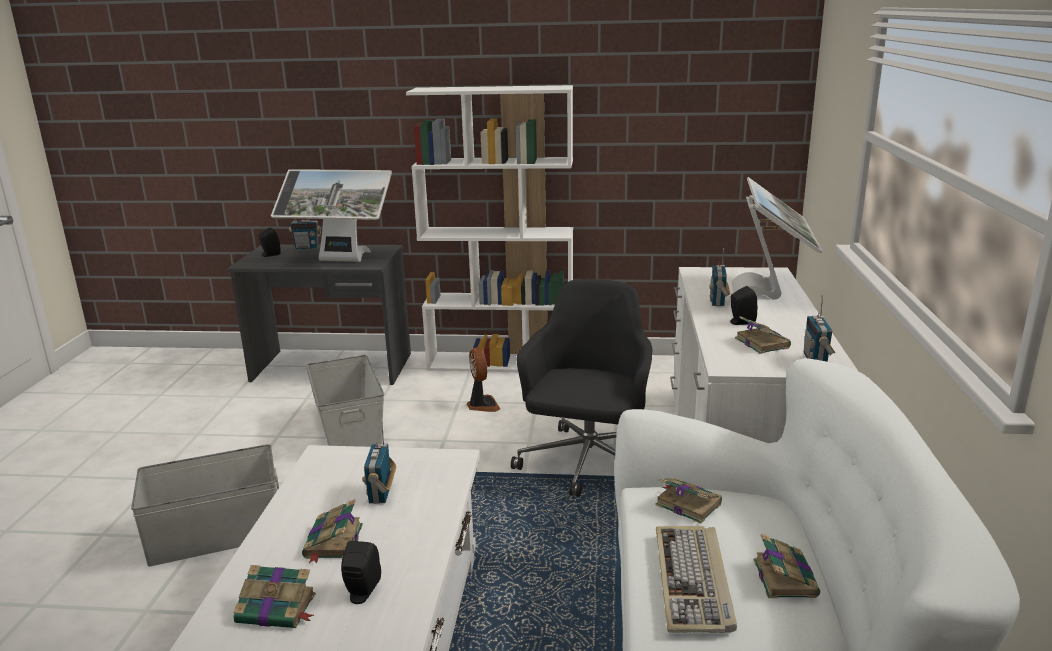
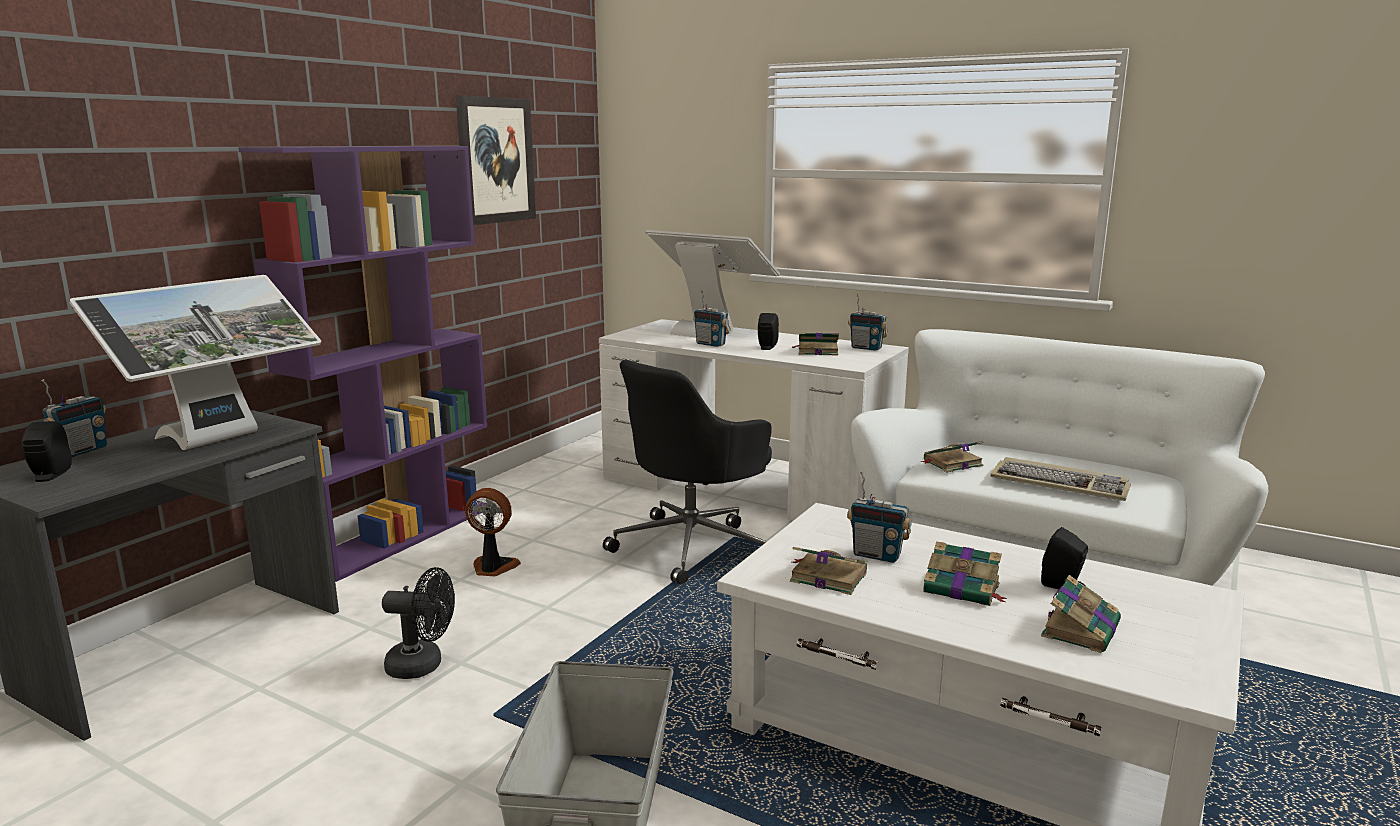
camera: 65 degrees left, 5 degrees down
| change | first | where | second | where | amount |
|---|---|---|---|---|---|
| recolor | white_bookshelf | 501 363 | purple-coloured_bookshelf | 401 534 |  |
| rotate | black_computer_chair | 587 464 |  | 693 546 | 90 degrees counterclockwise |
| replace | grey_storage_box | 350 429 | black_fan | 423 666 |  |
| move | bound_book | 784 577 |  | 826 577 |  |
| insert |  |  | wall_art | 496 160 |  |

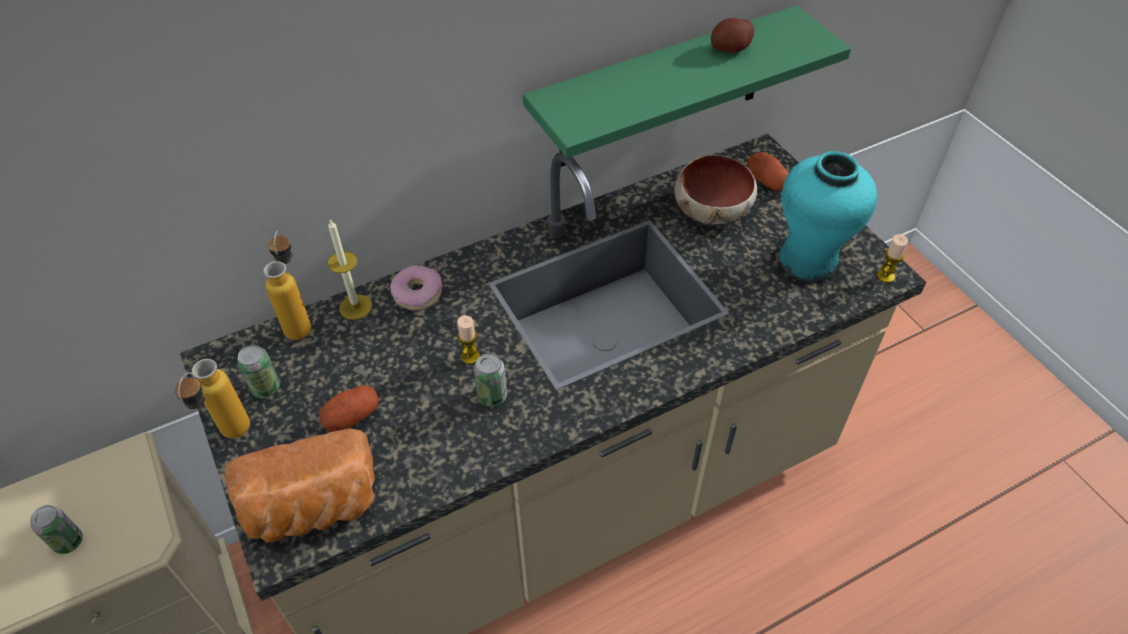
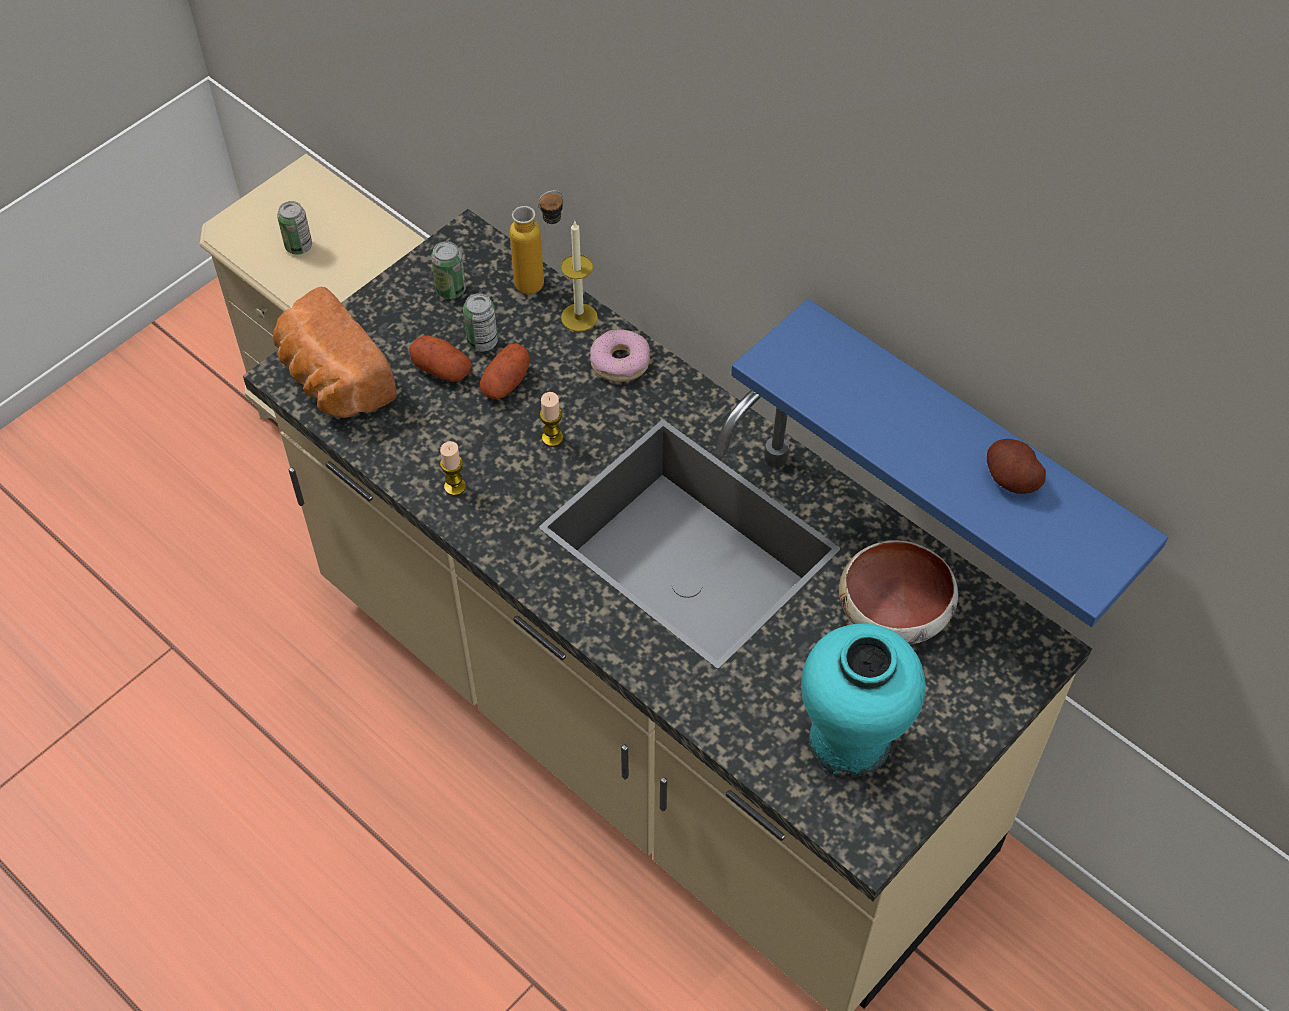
camera: 70 degrees right, 5 degrees up
| change | first | where | second | where | amount |
|---|---|---|---|---|---|
| recolor | green-coloured_wall_shelf | 662 90 | blue_wall_shelf | 968 453 |  |
| move | whole_potato | 767 181 |  | 506 382 |  |
| move | wax_light | 885 276 |  | 455 486 |  |
| move | sealed_can | 492 396 |  | 482 342 |  |
| delete | bottle | 230 437 |  |  |  |

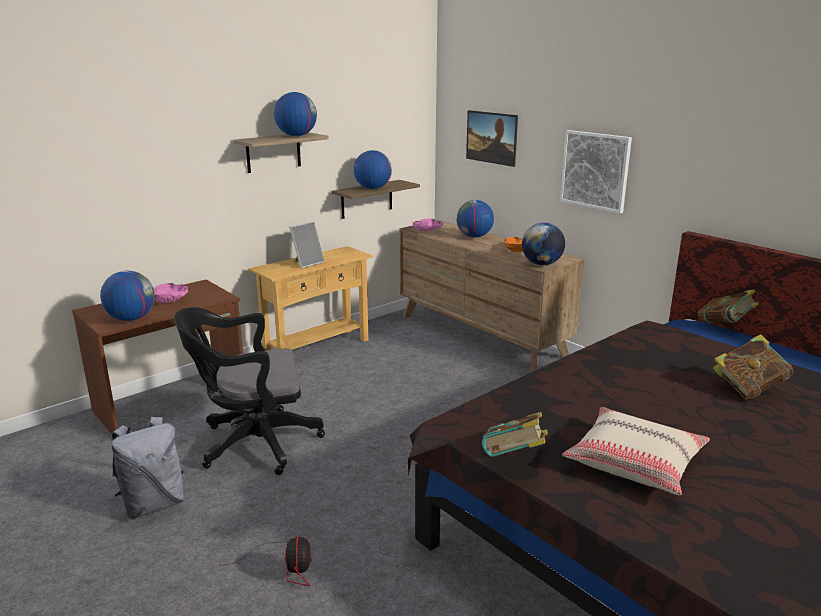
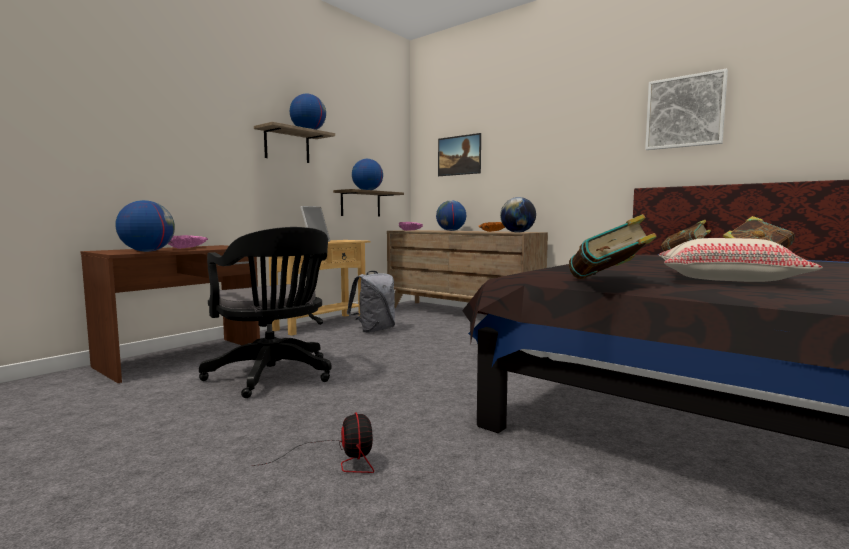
camera: 10 degrees left, 15 degrees down
| change | first | where | second | where | amount |
|---|---|---|---|---|---|
| move | wall_art | 595 170 |  | 684 112 |  |
| rotate | black_computer_chair | 253 443 |  | 274 376 | 105 degrees counterclockwise |
| move | grey_backpack | 154 504 |  | 374 330 |  |

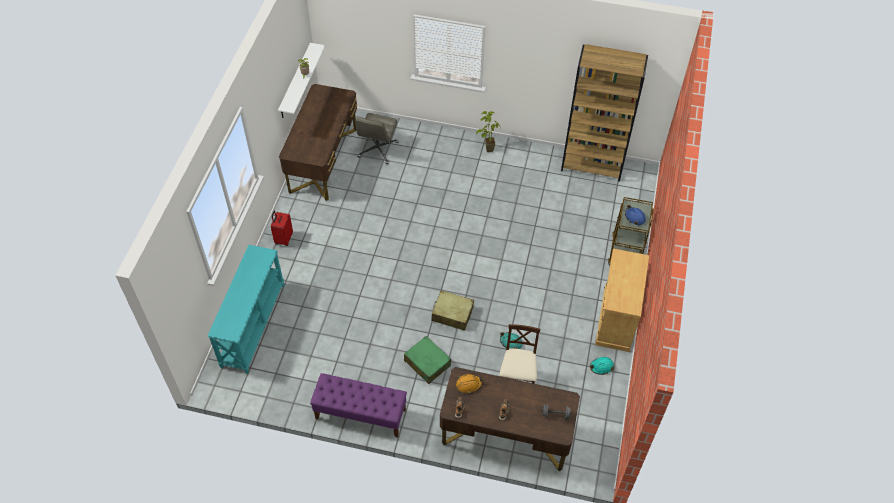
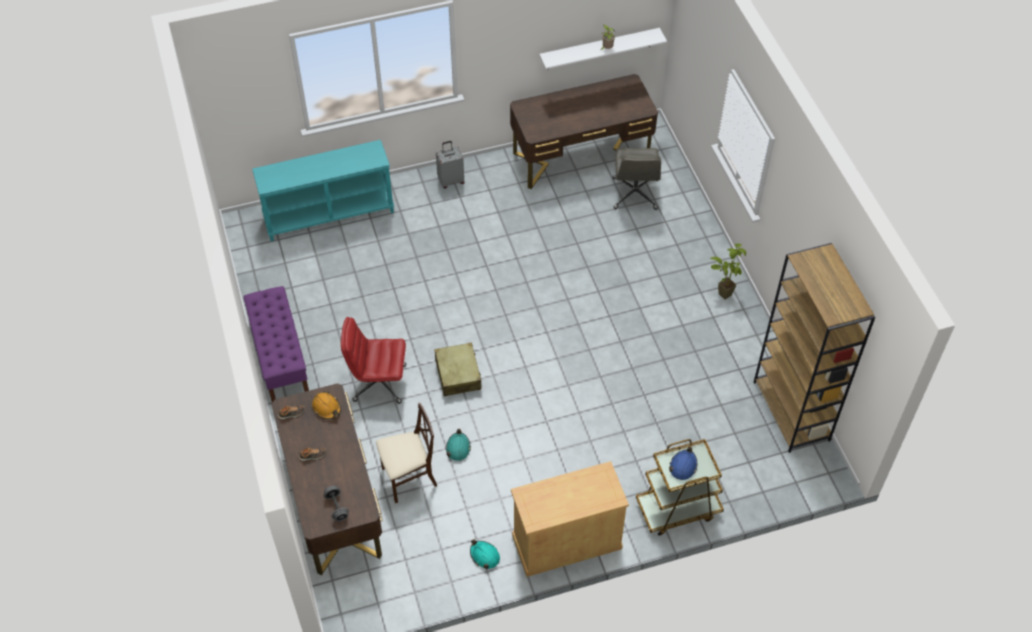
camera: 60 degrees right, 0 degrees up
| change | first | where | second | where | amount |
|---|---|---|---|---|---|
| rotate | grey_computer_chair | 378 150 |  | 635 194 | 75 degrees counterclockwise |
| recolor | red-coloured_piece_of_luggage | 283 239 | grey_piece_of_luggage | 451 180 |  |
| replace | green-coloured_piece_of_luggage | 427 363 | red-coloured_computer_chair | 378 383 |  |

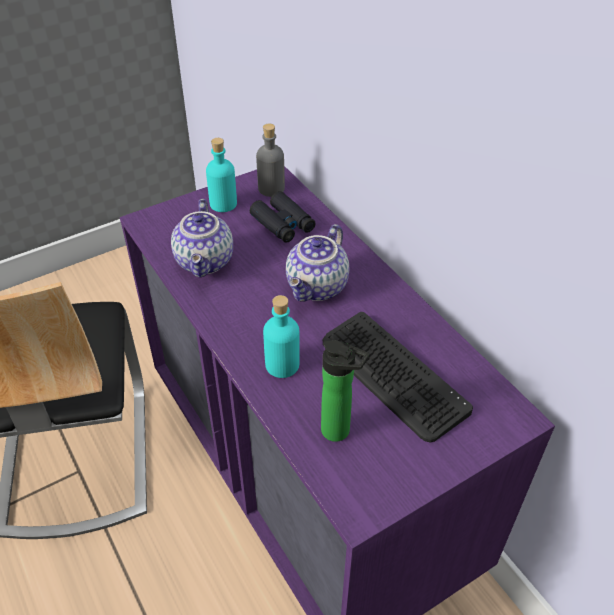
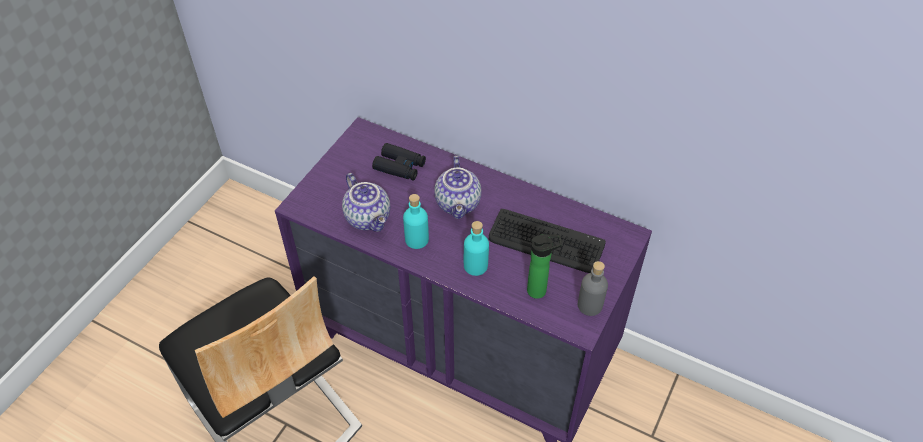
camera: 30 degrees left, 5 degrees up
| change | first | where | second | where | amount |
|---|---|---|---|---|---|
| move | grey_bottle | 271 189 |  | 590 305 |  |
| move | turquoise-coloured_bottle | 223 204 |  | 416 239 |  |

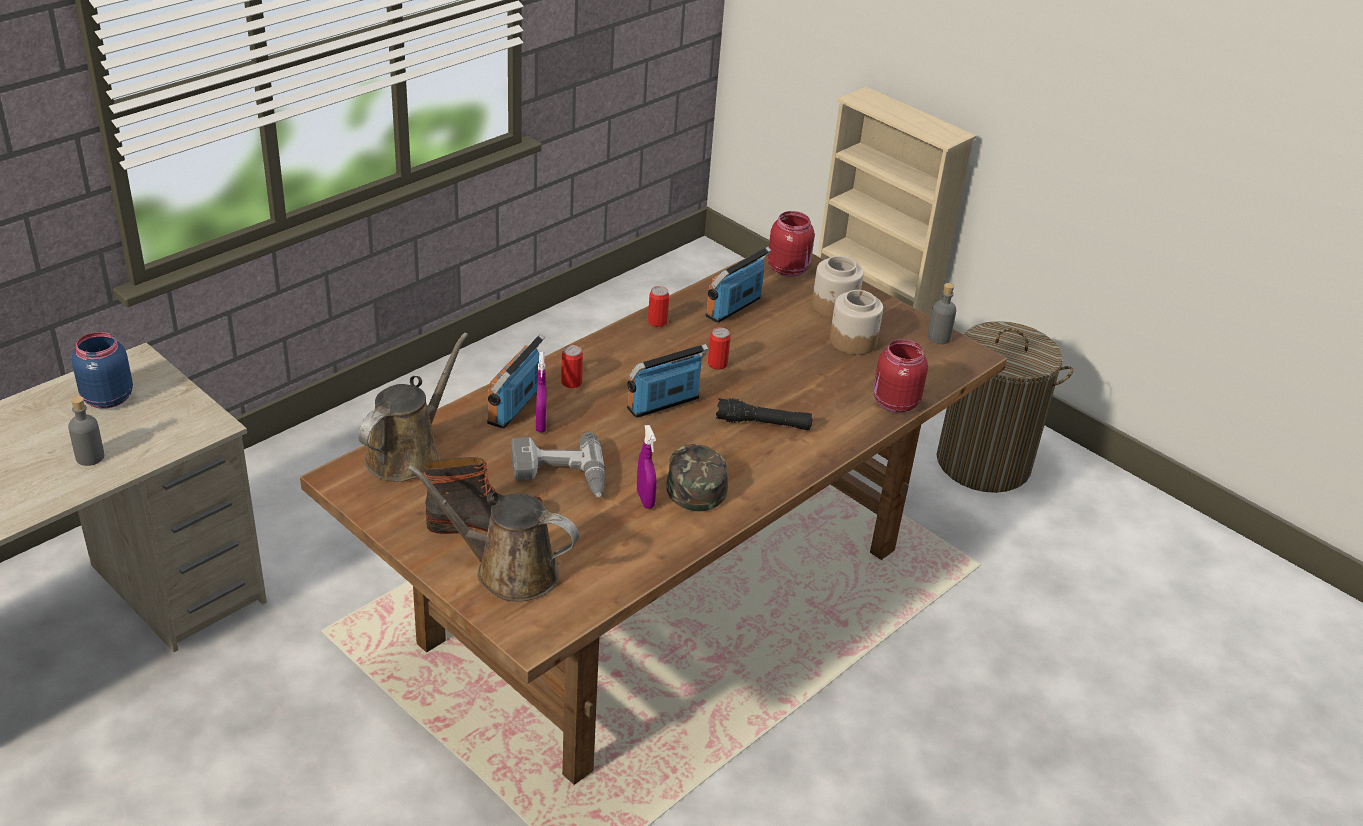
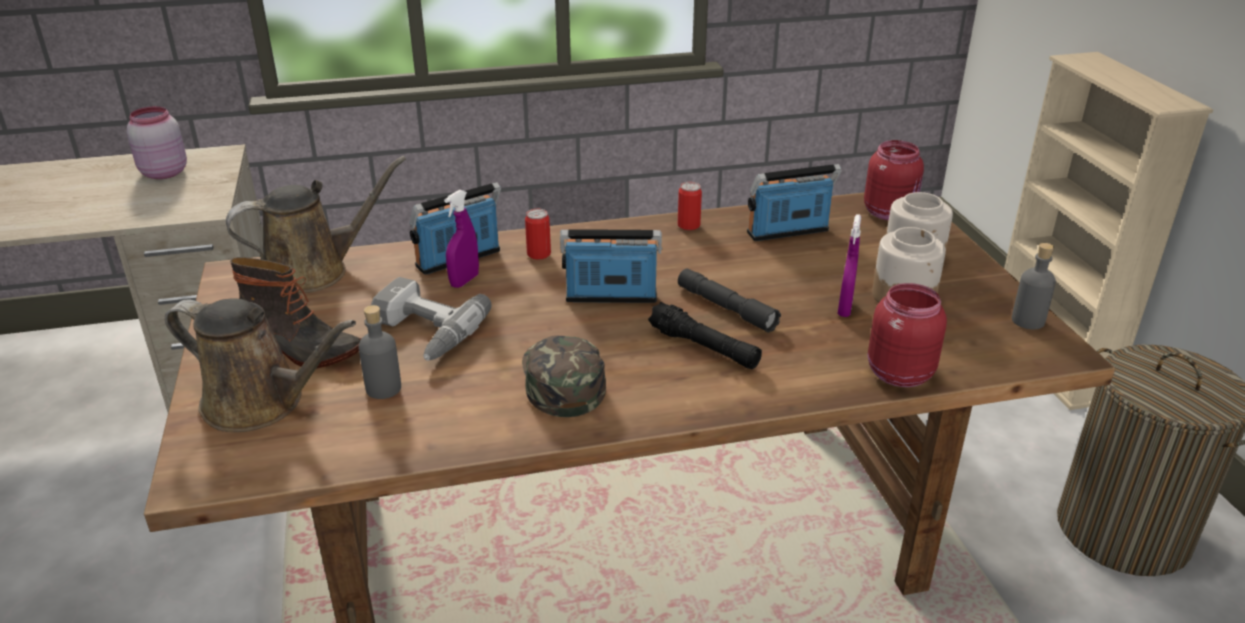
camera: 35 degrees right, 5 degrees down
| change | first | where | second | where | amount |
|---|---|---|---|---|---|
| delete | sealed_can | 717 364 |  |  |  |
| recolor | blue_storage_jar | 106 399 | pink-coloured_storage_jar | 163 173 |  |
| move | grey_bottle | 90 457 |  | 383 388 |  |
| move | purple-coloured_spray_bottle | 645 499 |  | 844 309 |  |
| rotate | green-coloured_baseball_cap | 695 480 |  | 561 380 | 45 degrees counterclockwise |
| rotate | brown_watering_can | 508 571 |  | 261 403 | 150 degrees clockwise |
| insert |  |  | grey_flashlight | 726 308 |  |

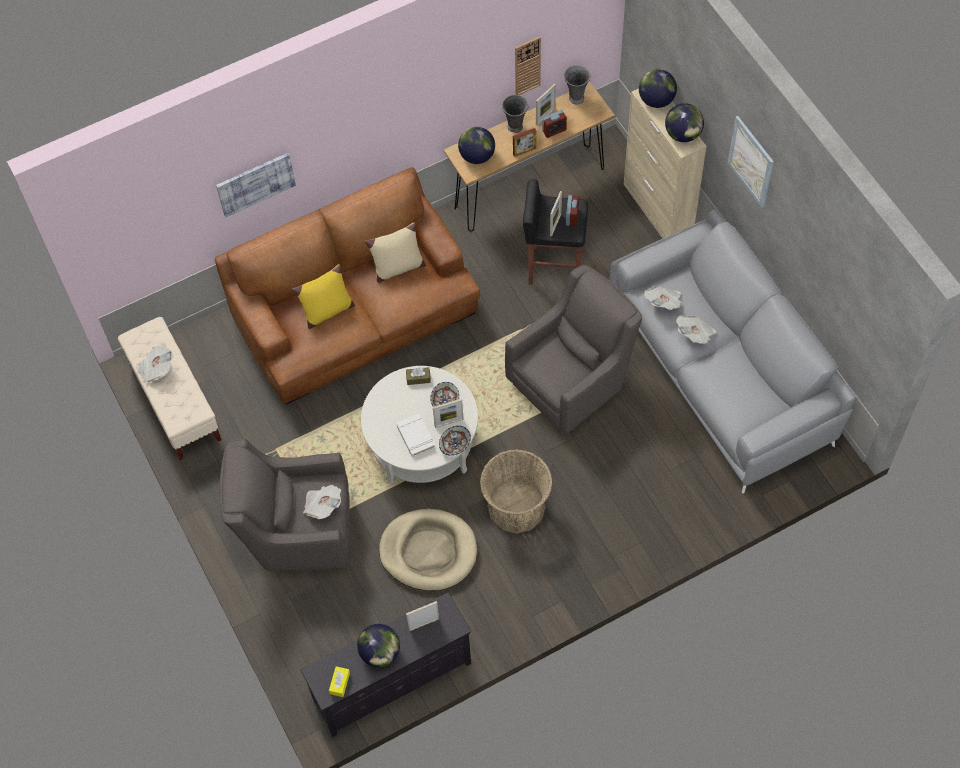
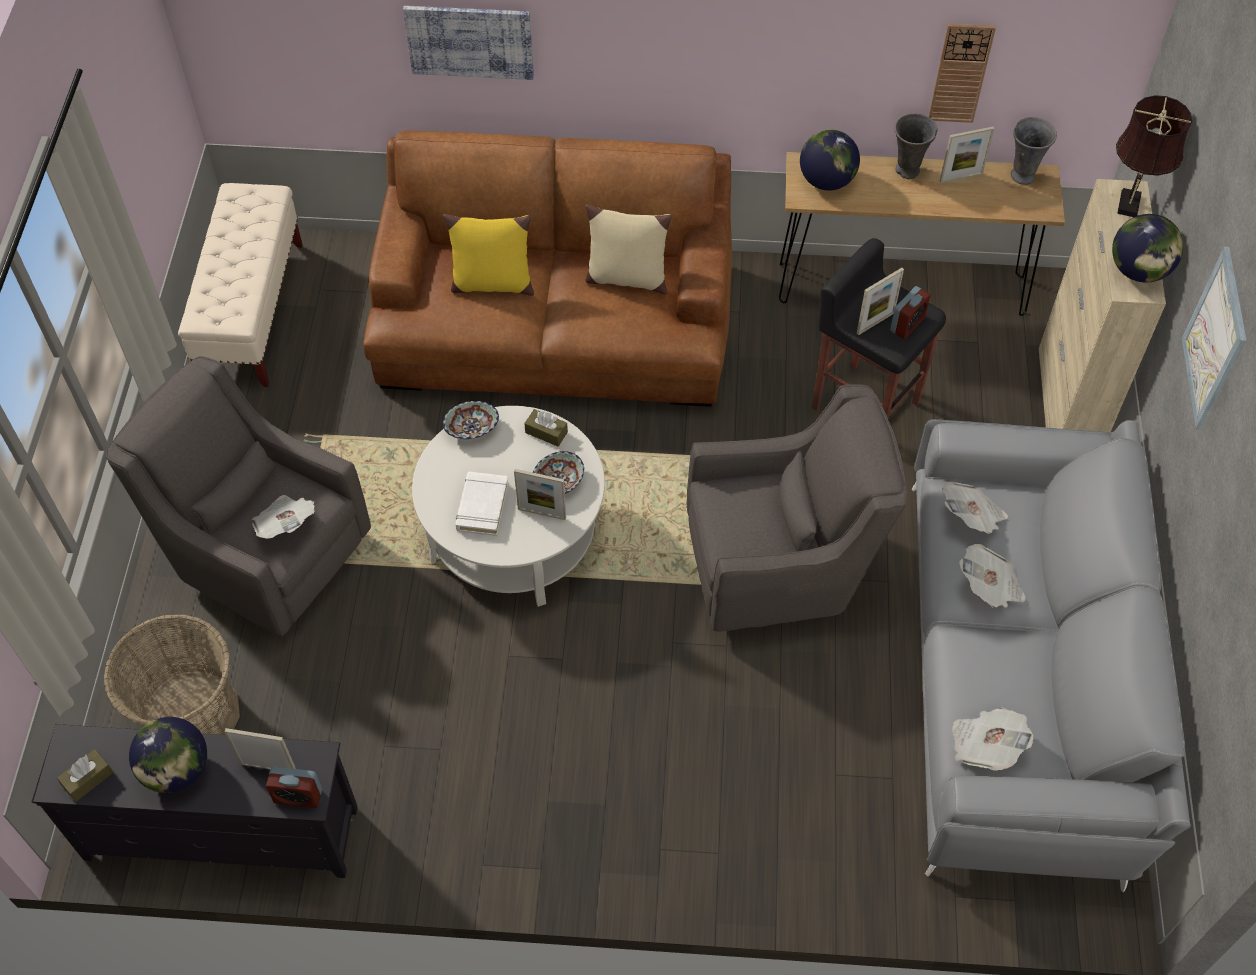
camera: 30 degrees right, 5 degrees down
| change | first | where | second | where | amount |
|---|---|---|---|---|---|
| replace | globe | 656 100 | brown_table_lamp | 1128 206 |  |
| move | alarm_clock | 554 130 |  | 298 796 |  |
| delete | picture_frame | 524 151 |  |  |  |
| move | printed_paper | 156 369 |  | 985 745 |  |
| move | bowl | 455 445 |  | 472 429 |  |
| move | household_basket | 516 507 |  | 190 714 |  |
| delete | beige_dog_bed | 428 551 |  |  |  |
| recolor | yellow_tissue_holder | 340 683 | brown_tissue_holder | 88 779 |  |

